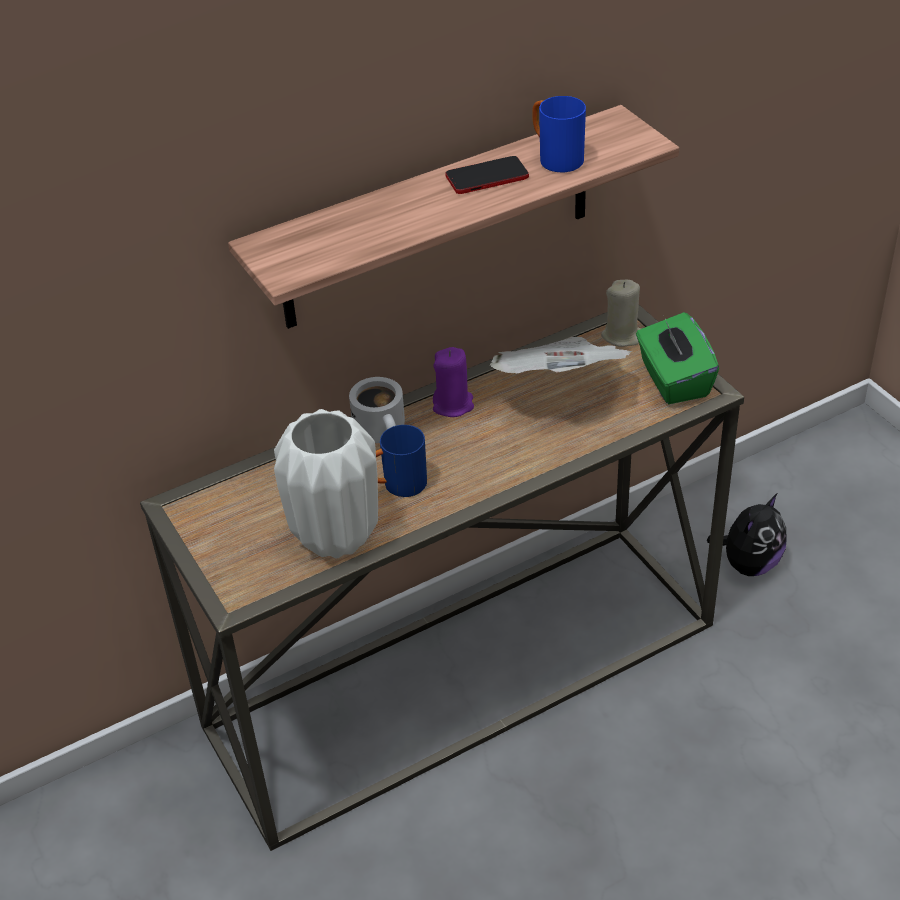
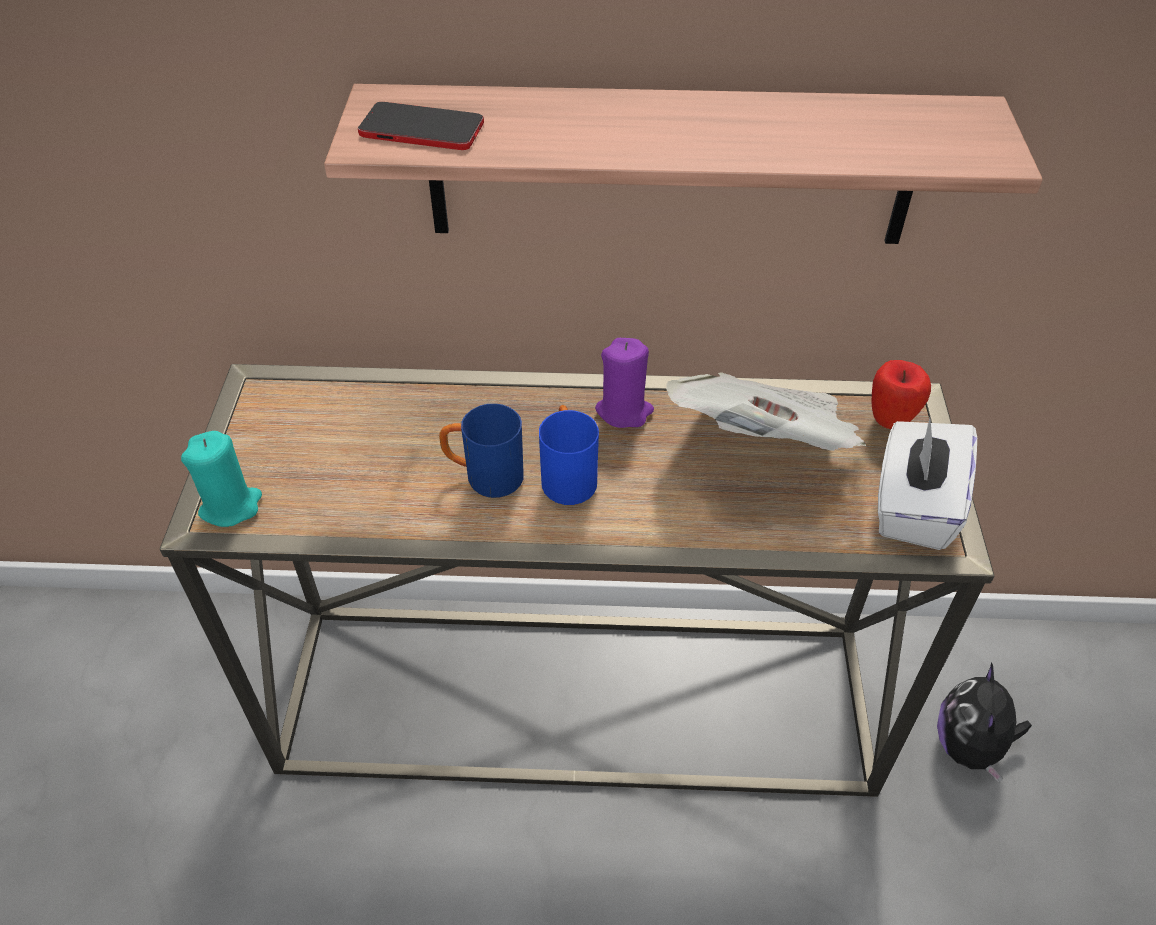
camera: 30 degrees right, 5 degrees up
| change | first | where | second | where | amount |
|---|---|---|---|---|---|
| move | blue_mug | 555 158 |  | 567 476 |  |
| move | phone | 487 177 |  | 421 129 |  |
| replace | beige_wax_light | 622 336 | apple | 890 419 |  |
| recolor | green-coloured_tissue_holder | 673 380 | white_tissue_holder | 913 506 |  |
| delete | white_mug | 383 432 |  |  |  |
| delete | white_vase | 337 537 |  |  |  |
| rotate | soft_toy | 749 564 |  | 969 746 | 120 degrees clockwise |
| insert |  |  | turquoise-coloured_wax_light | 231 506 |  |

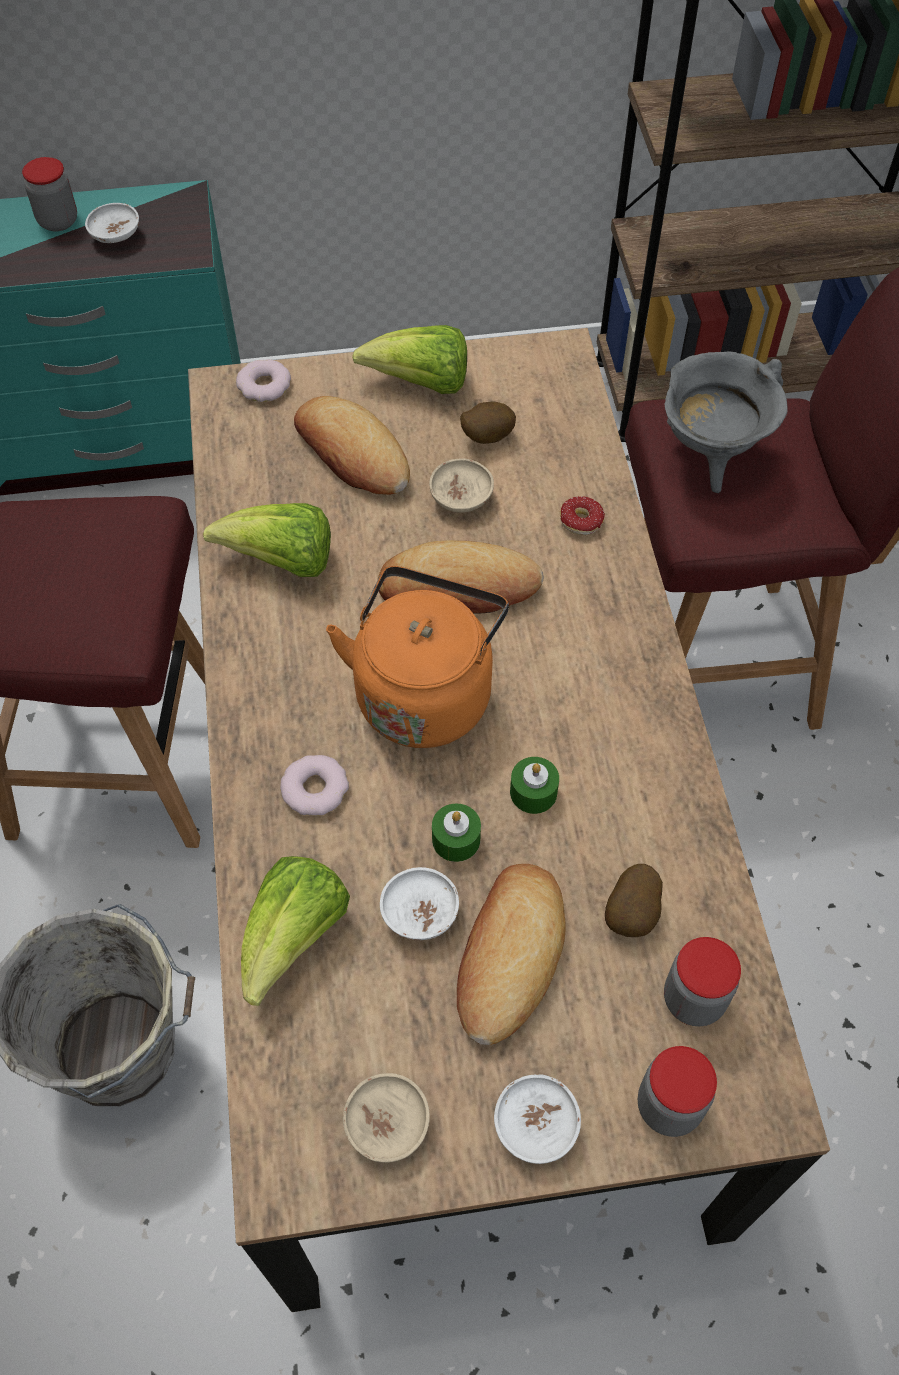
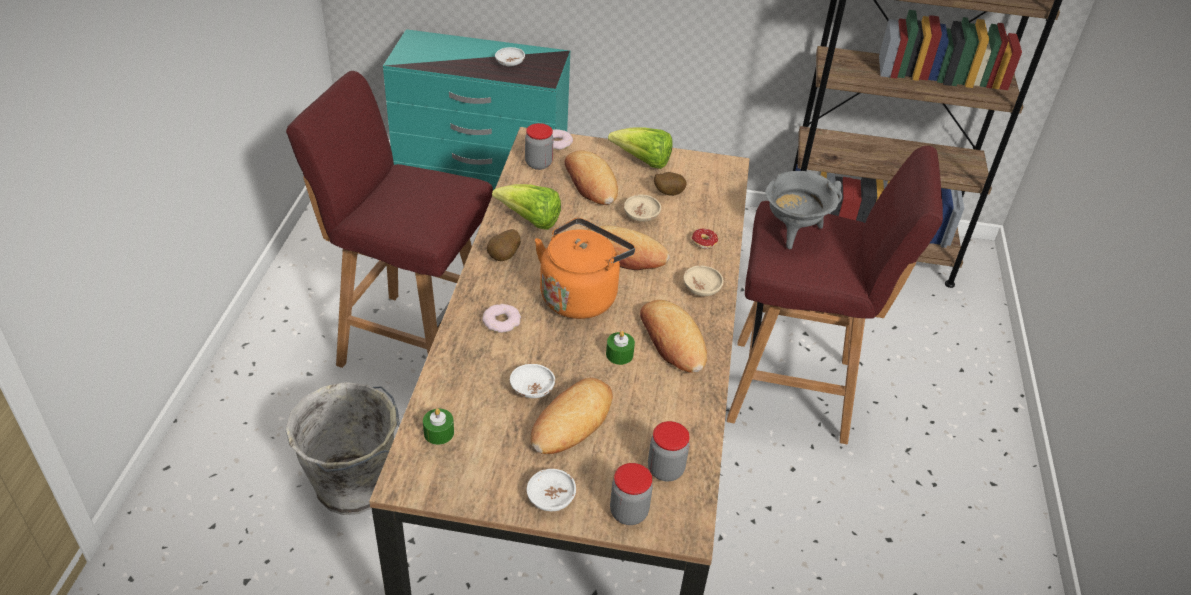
camera: 15 degrees right, 15 degrees down
| change | first | where | second | where | amount |
|---|---|---|---|---|---|
| move | storage_jar | 58 221 |  | 538 163 |  |
| move | green-coloured_wax_light | 456 839 |  | 439 433 |  |
| delete | lettuce_head | 294 938 |  |  |  |
| move | whole_potato | 632 914 |  | 504 257 |  |
| move | beige_bowl | 387 1124 |  | 701 289 |  |
| insert |  |  | baked_bread | 672 341 |  |

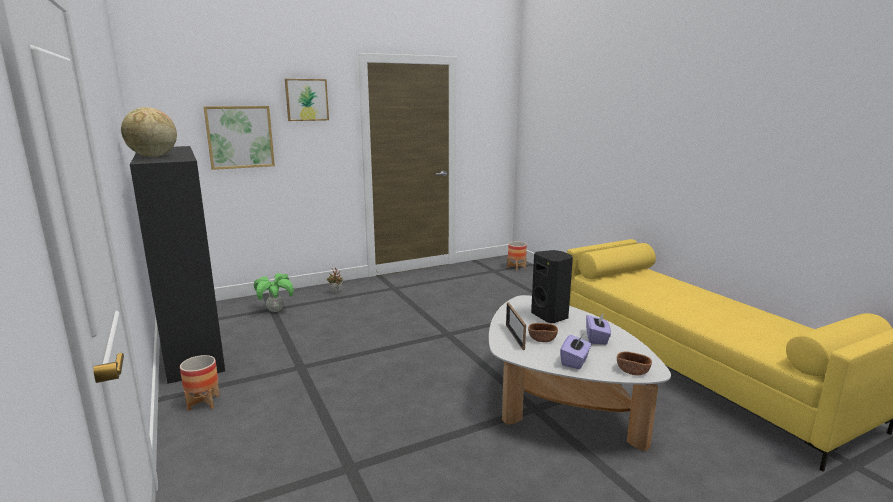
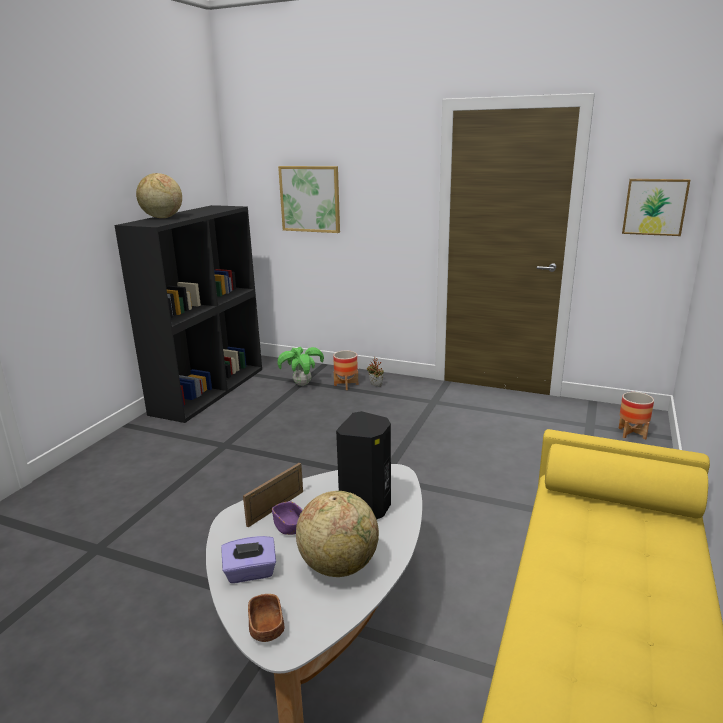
camera: 50 degrees right, 5 degrees up
| change | first | where | second | where | amount |
|---|---|---|---|---|---|
| move | wall_art | 306 100 |  | 654 206 |  |
| replace | purple-coloured_tissue_holder | 597 338 | globe | 339 565 |  |
| recolor | brown_bowl | 542 339 | purple-coloured_bowl | 290 527 |  |
| move | planter | 203 402 |  | 346 385 |  |

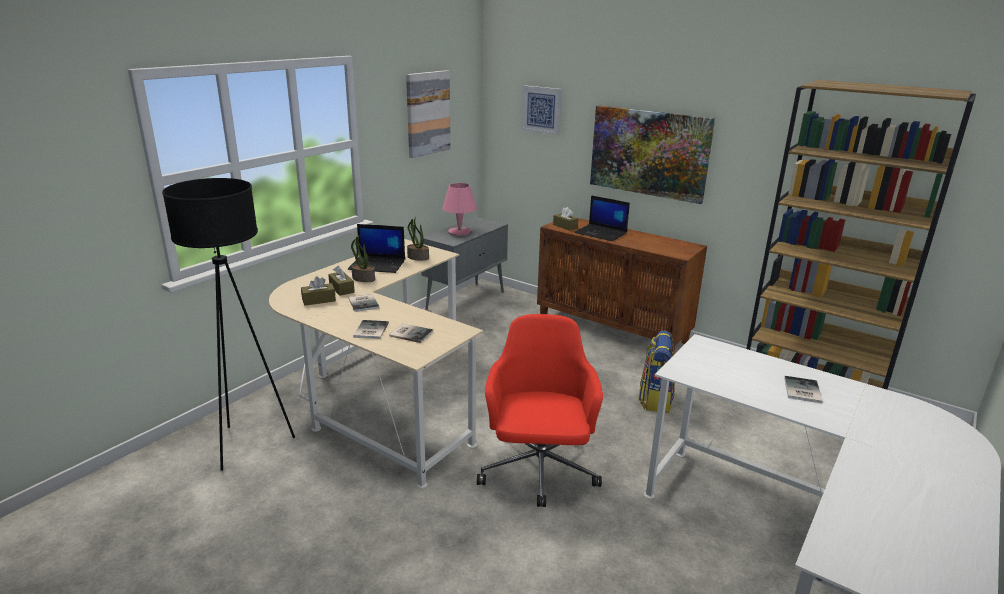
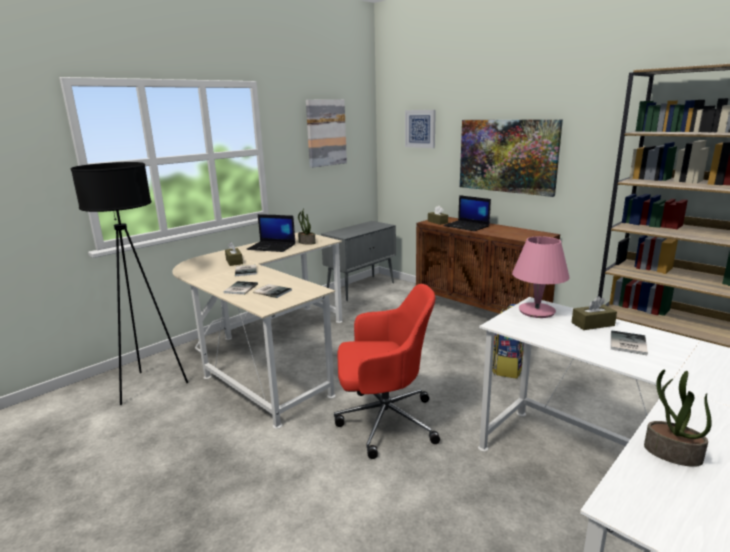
camera: 10 degrees right, 5 degrees down
| change | first | where | second | where | amount |
|---|---|---|---|---|---|
| move | pink-coloured_table_lamp | 460 232 |  | 537 311 |  |
| move | potted_plant | 363 279 |  | 671 454 |  |
| move | brown_tissue_holder | 318 300 |  | 592 324 |  |
| rotate | red-coloured_computer_chair | 538 471 |  | 384 421 | 75 degrees clockwise |

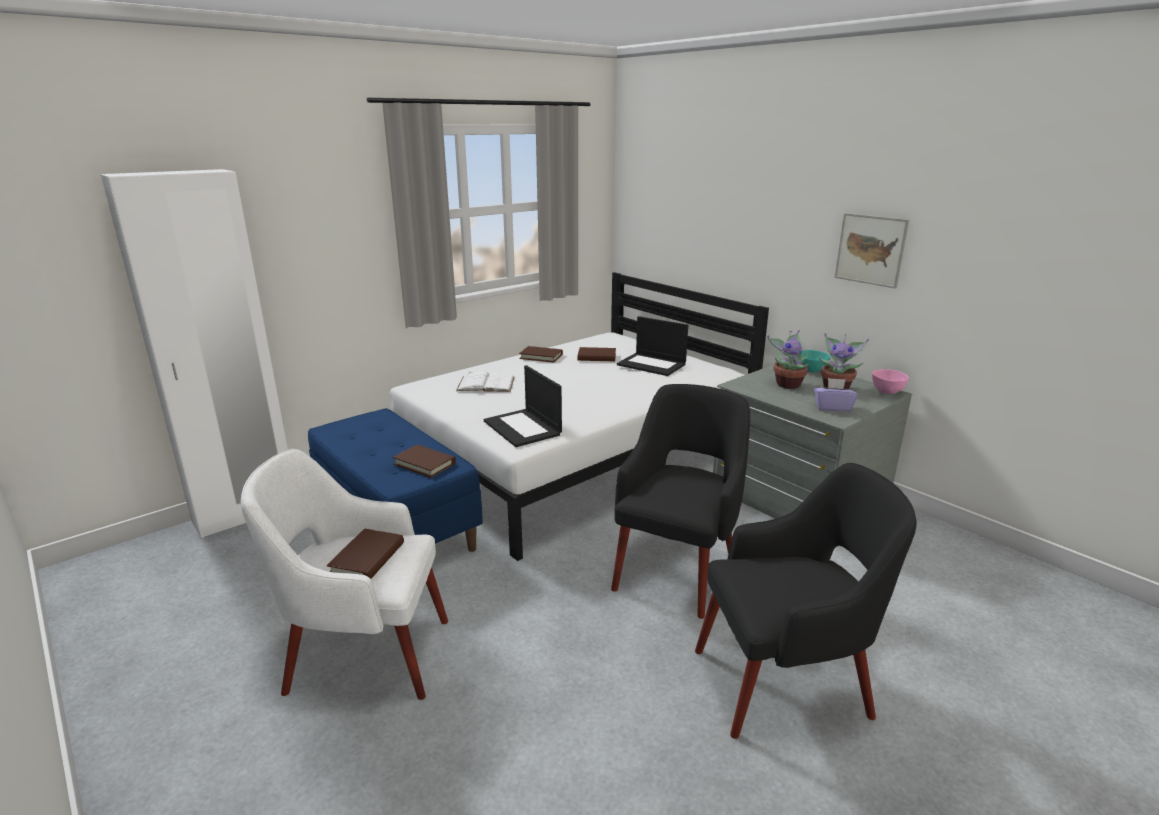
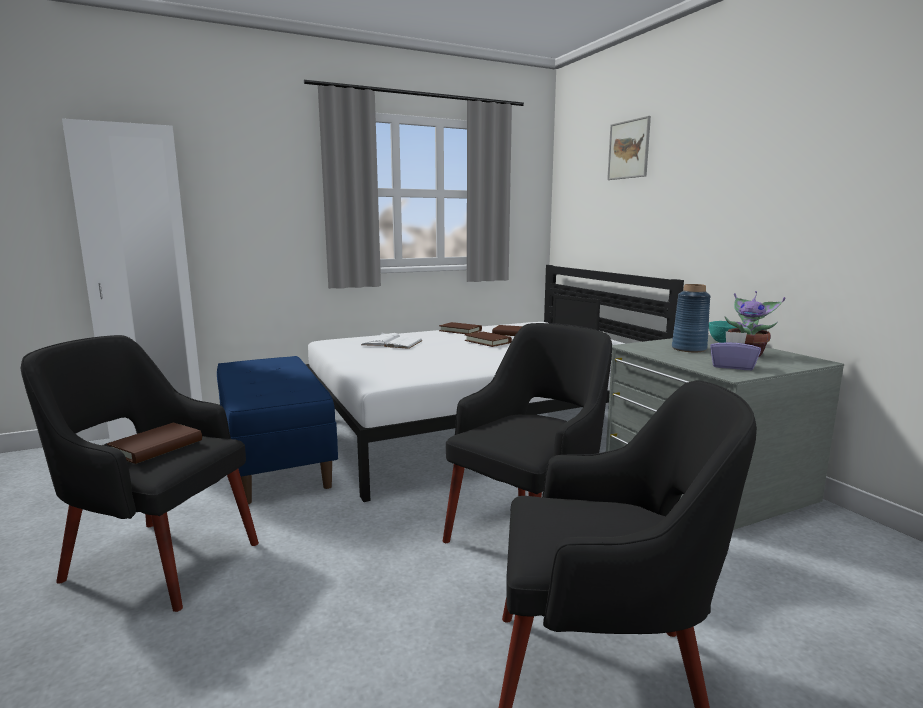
camera: 15 degrees right, 10 degrees down
| change | first | where | second | where | amount |
|---|---|---|---|---|---|
| move | wall_art | 870 249 |  | 629 149 |  |
| replace | potted_plant | 787 384 | blue_vase | 689 349 |  |
| delete | portable_computer | 523 428 |  |  |  |
| delete | pink-coloured_bowl | 887 392 |  |  |  |
| move | brown_bound_book | 424 464 |  | 488 341 |  |
| recolor | white_armchair | 364 655 | black_armchair | 158 560 |  |

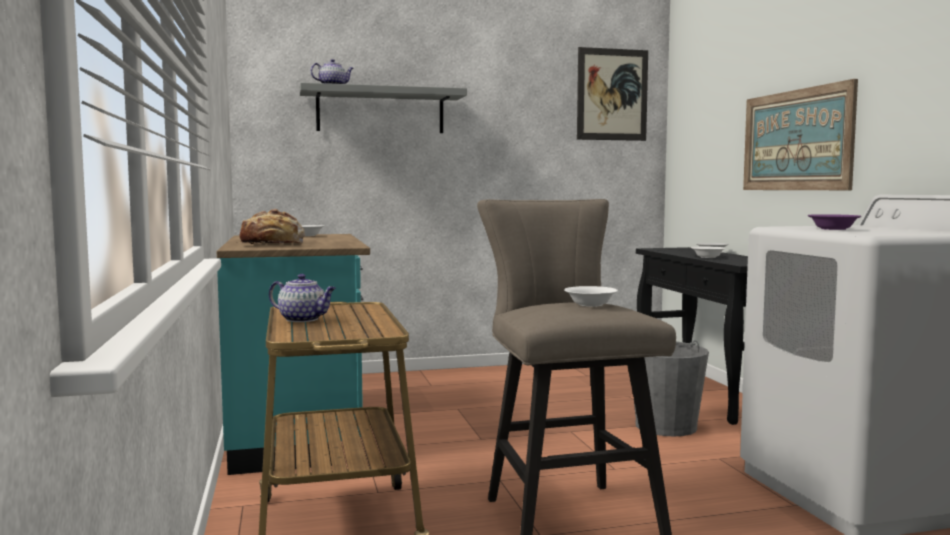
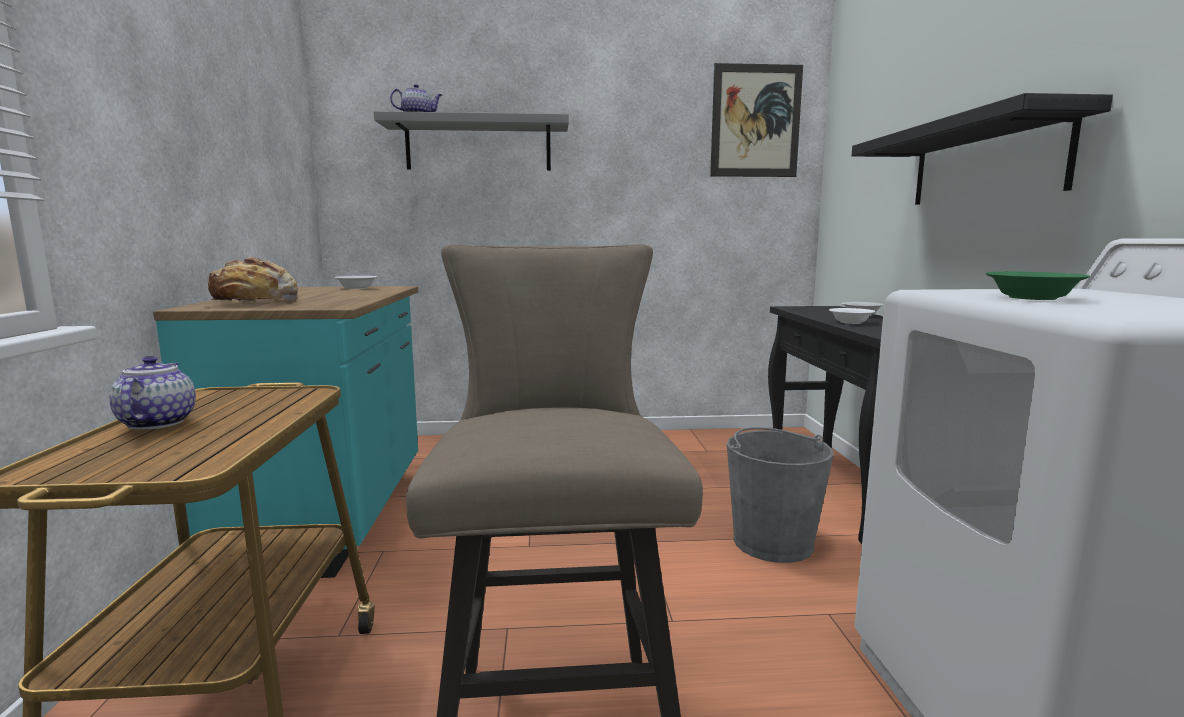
camera: 10 degrees right, 5 degrees up
| change | first | where | second | where | amount |
|---|---|---|---|---|---|
| replace | wall_art | 796 140 | black_wall_shelf | 985 162 |  |
| recolor | purple-coloured_bowl | 833 229 | green-coloured_bowl | 1033 298 |  |
| rotate | tea_pot | 303 319 |  | 157 422 | 135 degrees counterclockwise |
| delete | white_bowl | 591 304 |  |  |  |

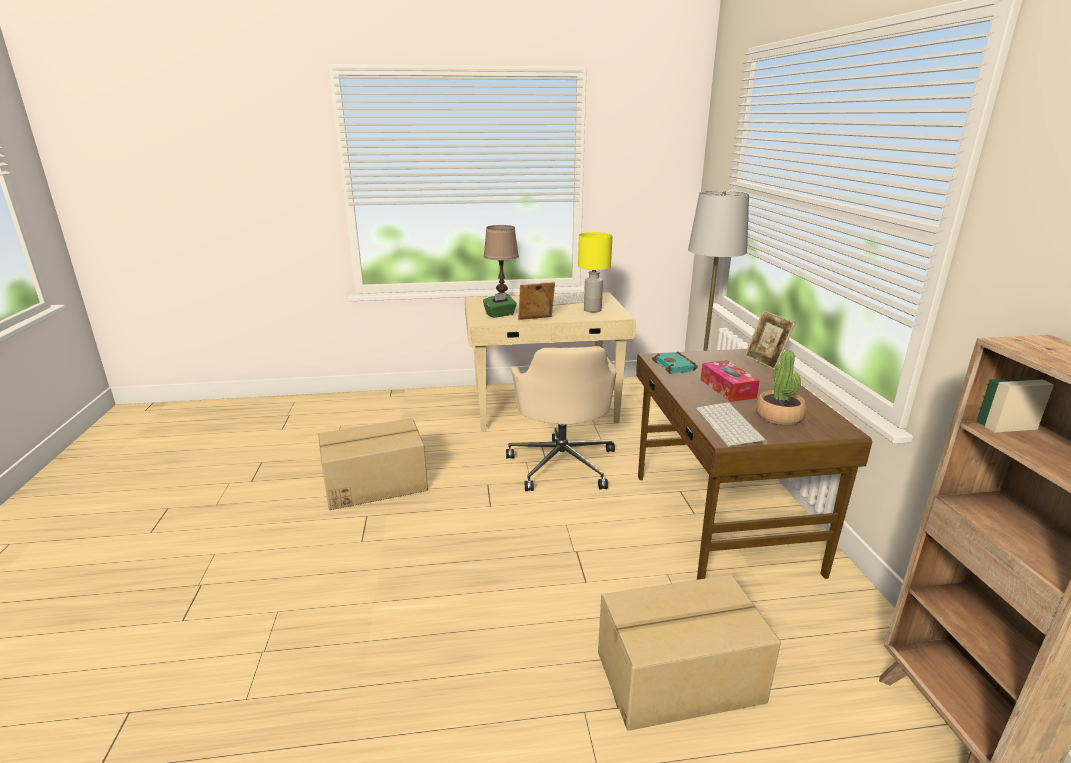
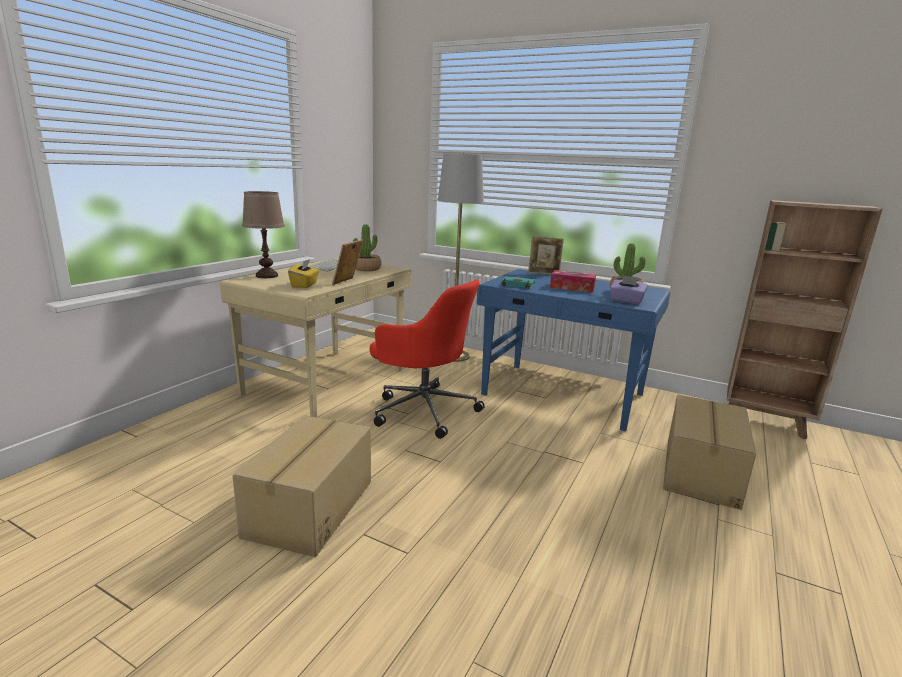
camera: 55 degrees left, 5 degrees down
| change | first | where | second | where | amount |
|---|---|---|---|---|---|
| replace | yellow_table_lamp | 593 310 | potted_plant | 366 269 |  |
| recolor | green-coloured_tissue_holder | 500 314 | yellow_tissue_holder | 304 285 |  |
| recolor | beige_computer_chair | 562 463 | red-coloured_computer_chair | 423 409 |  |
| recolor | brown_desk_unit | 719 522 | blue_desk_unit | 563 395 |  |
| replace | keyboard | 731 425 | purple-coloured_tissue_holder | 626 301 |  |

